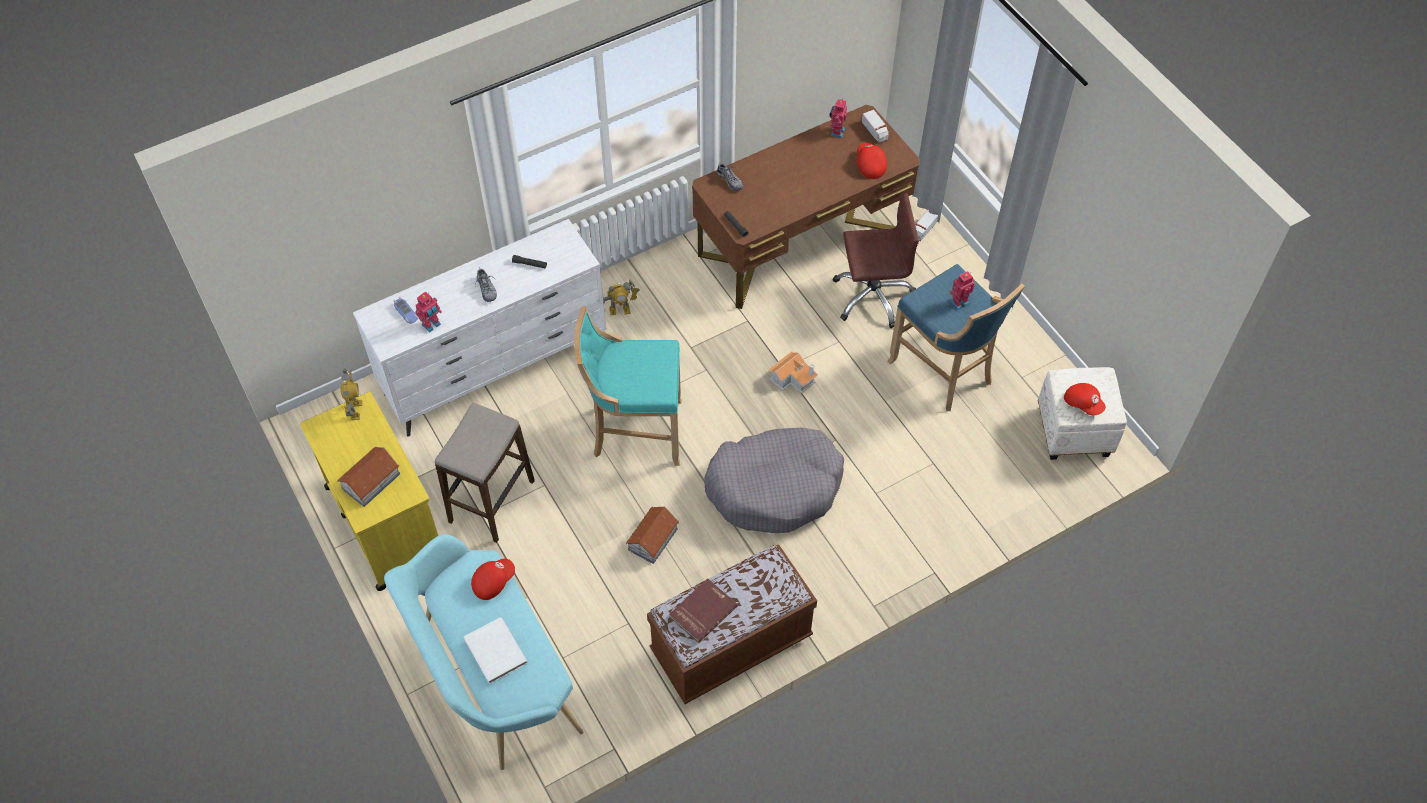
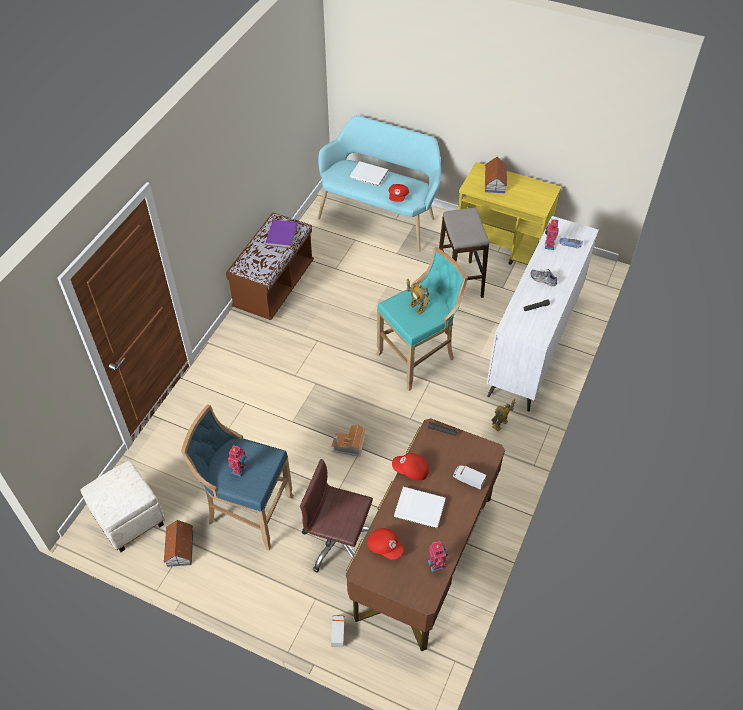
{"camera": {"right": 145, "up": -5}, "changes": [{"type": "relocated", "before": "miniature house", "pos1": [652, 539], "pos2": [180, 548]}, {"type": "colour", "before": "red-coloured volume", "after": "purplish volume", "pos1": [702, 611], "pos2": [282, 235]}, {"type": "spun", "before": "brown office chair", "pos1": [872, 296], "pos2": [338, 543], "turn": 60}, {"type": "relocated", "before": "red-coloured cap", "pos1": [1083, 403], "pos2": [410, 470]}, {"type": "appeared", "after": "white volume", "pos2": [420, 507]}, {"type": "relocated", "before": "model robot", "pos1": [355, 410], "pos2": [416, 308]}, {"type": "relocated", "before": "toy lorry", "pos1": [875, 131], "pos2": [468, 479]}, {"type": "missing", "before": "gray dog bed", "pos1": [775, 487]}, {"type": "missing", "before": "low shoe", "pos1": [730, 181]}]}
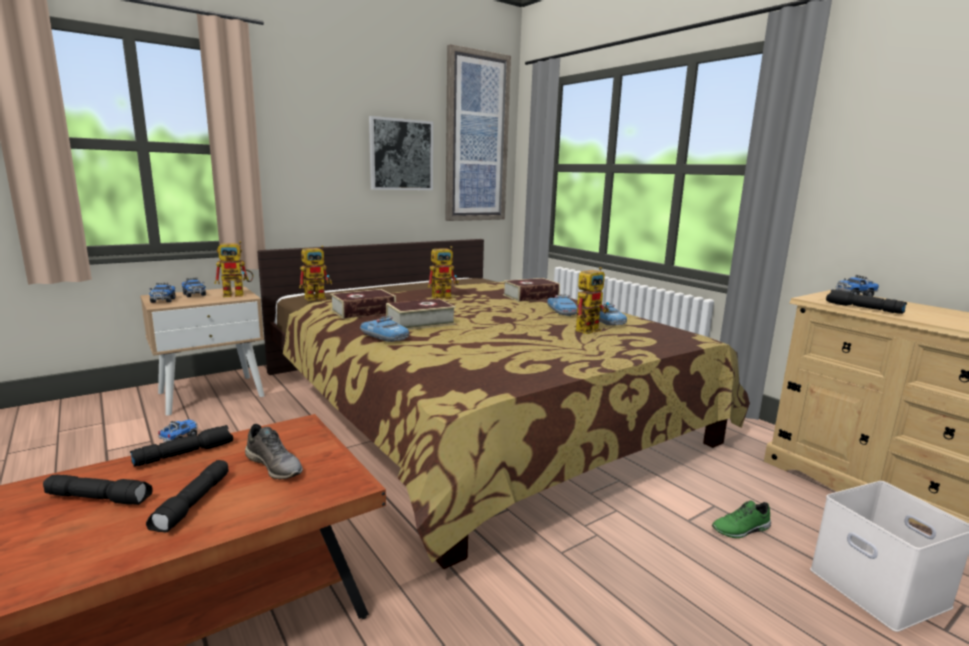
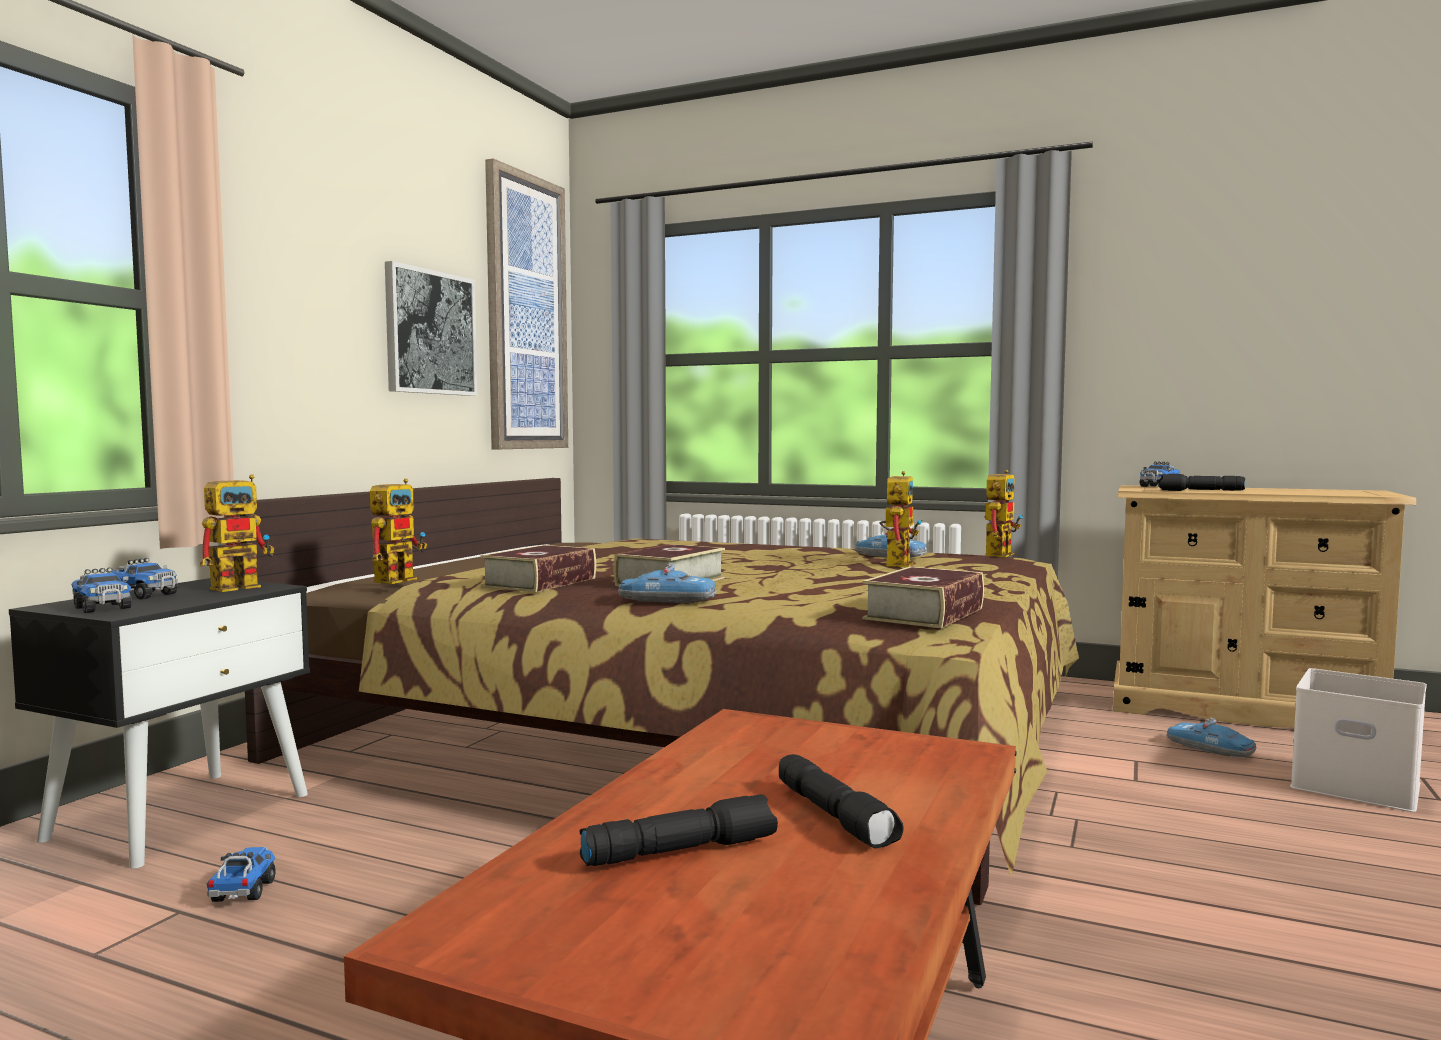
{"camera": {"right": -30, "up": -10}, "changes": [{"type": "colour", "before": "beige-coloured night table", "after": "blackish night table", "pos1": [212, 394], "pos2": [181, 815]}, {"type": "relocated", "before": "volume", "pos1": [530, 296], "pos2": [924, 613]}, {"type": "relocated", "before": "model robot", "pos1": [445, 297], "pos2": [998, 554]}, {"type": "relocated", "before": "model car", "pos1": [562, 311], "pos2": [1210, 748]}, {"type": "missing", "before": "blackish torch", "pos1": [185, 453]}, {"type": "missing", "before": "gray low shoe", "pos1": [275, 466]}, {"type": "missing", "before": "green low shoe", "pos1": [741, 530]}]}
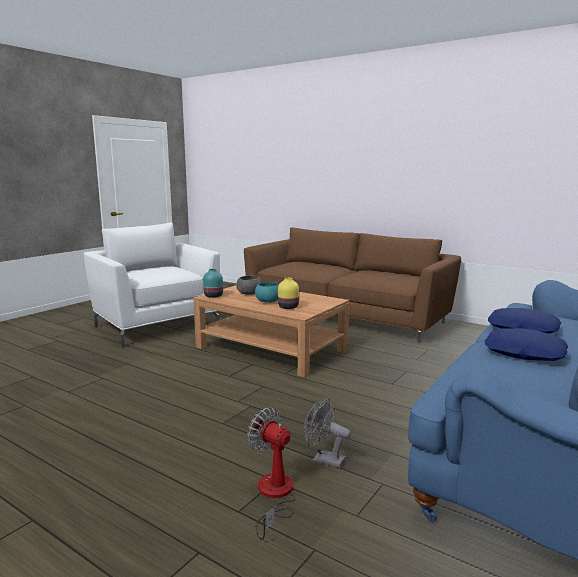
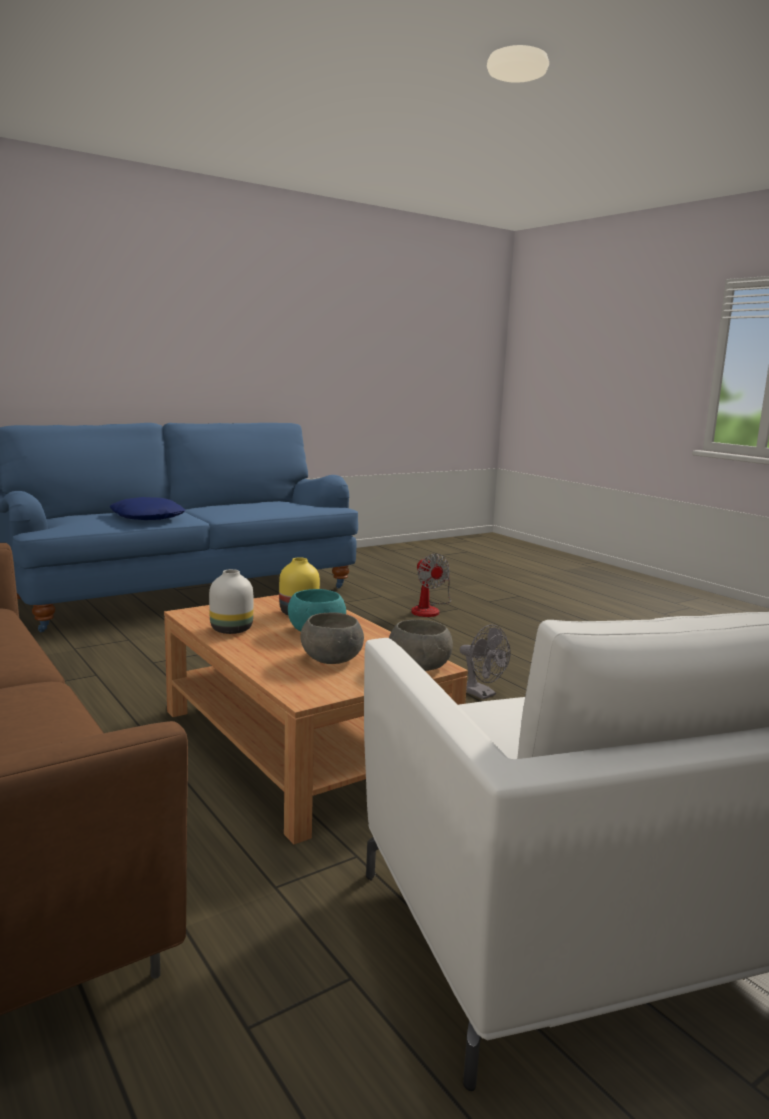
{"camera": {"right": -160, "up": 0}, "changes": [{"type": "appeared", "after": "white decorative vase", "pos2": [231, 630]}, {"type": "exchanged", "before": "turquoise decorative vase", "after": "gray serving bowl", "pos1": [213, 296], "pos2": [420, 666]}, {"type": "relocated", "before": "gray fan", "pos1": [323, 459], "pos2": [481, 694]}, {"type": "missing", "before": "blue throw pillow", "pos1": [524, 353]}]}
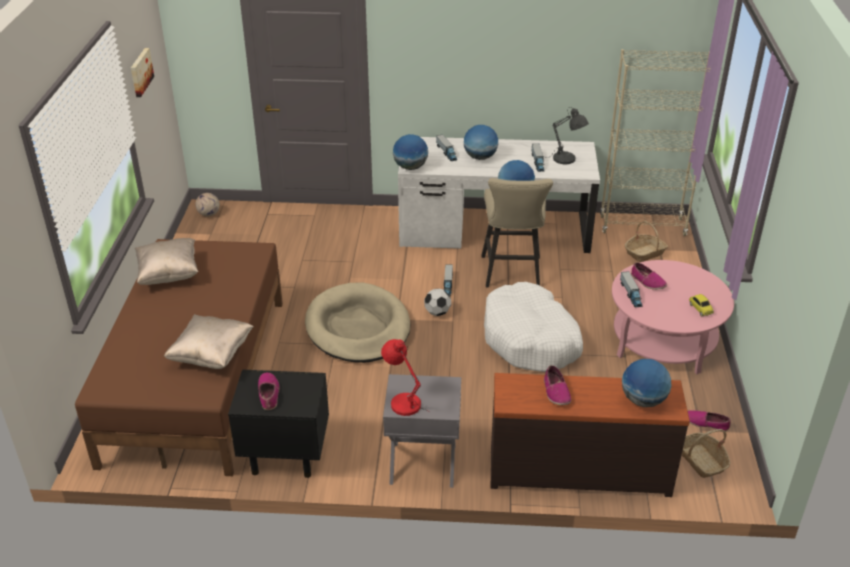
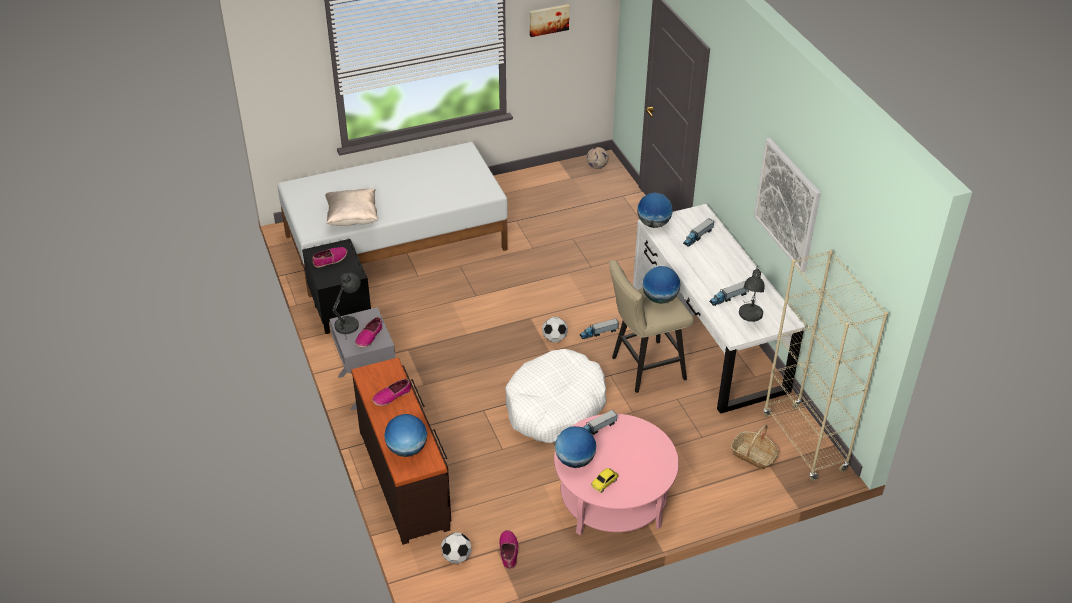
{"camera": {"right": 65, "up": 5}, "changes": [{"type": "colour", "before": "brown bed", "after": "white bed", "pos1": [195, 379], "pos2": [395, 242]}, {"type": "colour", "before": "red-coloured lamp for a table", "after": "gray lamp for a table", "pos1": [403, 402], "pos2": [349, 324]}, {"type": "relocated", "before": "low shoe", "pos1": [647, 281], "pos2": [369, 337]}, {"type": "exchanged", "before": "household basket", "after": "ball for football", "pos1": [701, 461], "pos2": [456, 557]}, {"type": "relocated", "before": "world globe", "pos1": [480, 157], "pos2": [574, 460]}, {"type": "appeared", "after": "picture", "pos2": [787, 204]}, {"type": "missing", "before": "beige-coloured throw pillow", "pos1": [169, 274]}, {"type": "missing", "before": "beige-coloured dog bed", "pos1": [358, 327]}]}
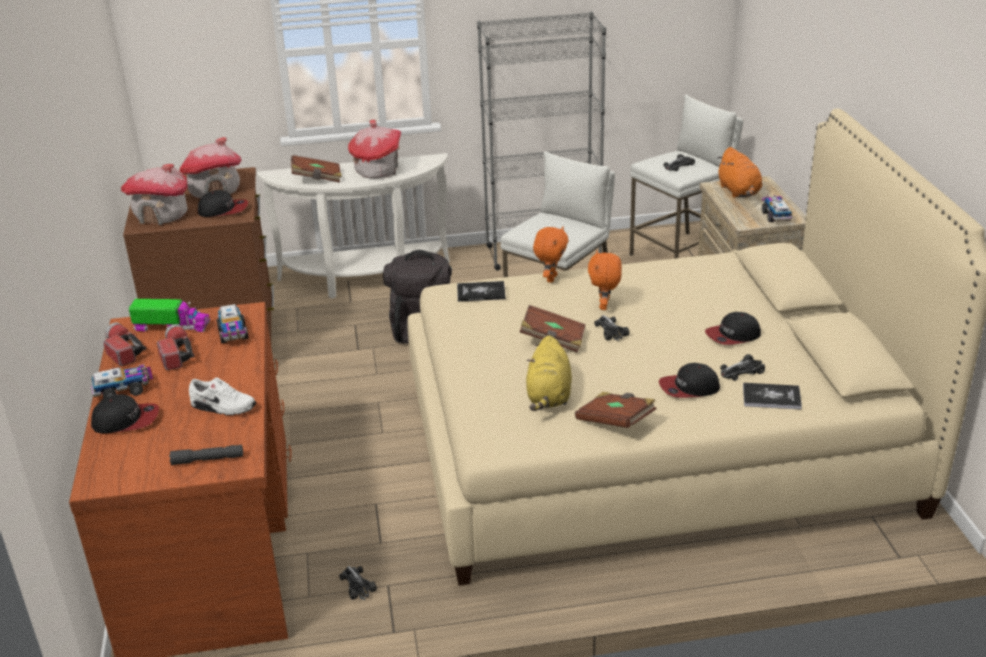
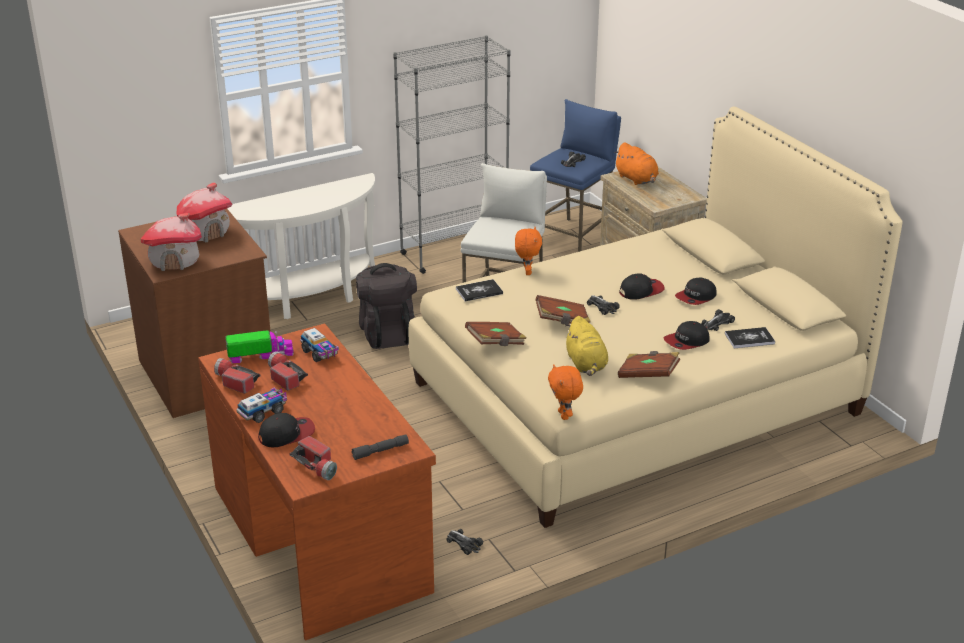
{"camera": {"right": -20, "up": 0}, "changes": [{"type": "appeared", "after": "torch", "pos2": [317, 466]}, {"type": "relocated", "before": "brown volume", "pos1": [317, 179], "pos2": [496, 343]}, {"type": "colour", "before": "white stool seat", "after": "blue stool seat", "pos1": [681, 254], "pos2": [573, 238]}, {"type": "relocated", "before": "orangey soft toy", "pos1": [604, 306], "pos2": [564, 415]}, {"type": "relocated", "before": "cap", "pos1": [223, 210], "pos2": [641, 291]}, {"type": "missing", "before": "white low shoe", "pos1": [223, 407]}, {"type": "missing", "before": "miniature house", "pos1": [377, 170]}, {"type": "missing", "before": "toy lorry", "pos1": [776, 216]}]}
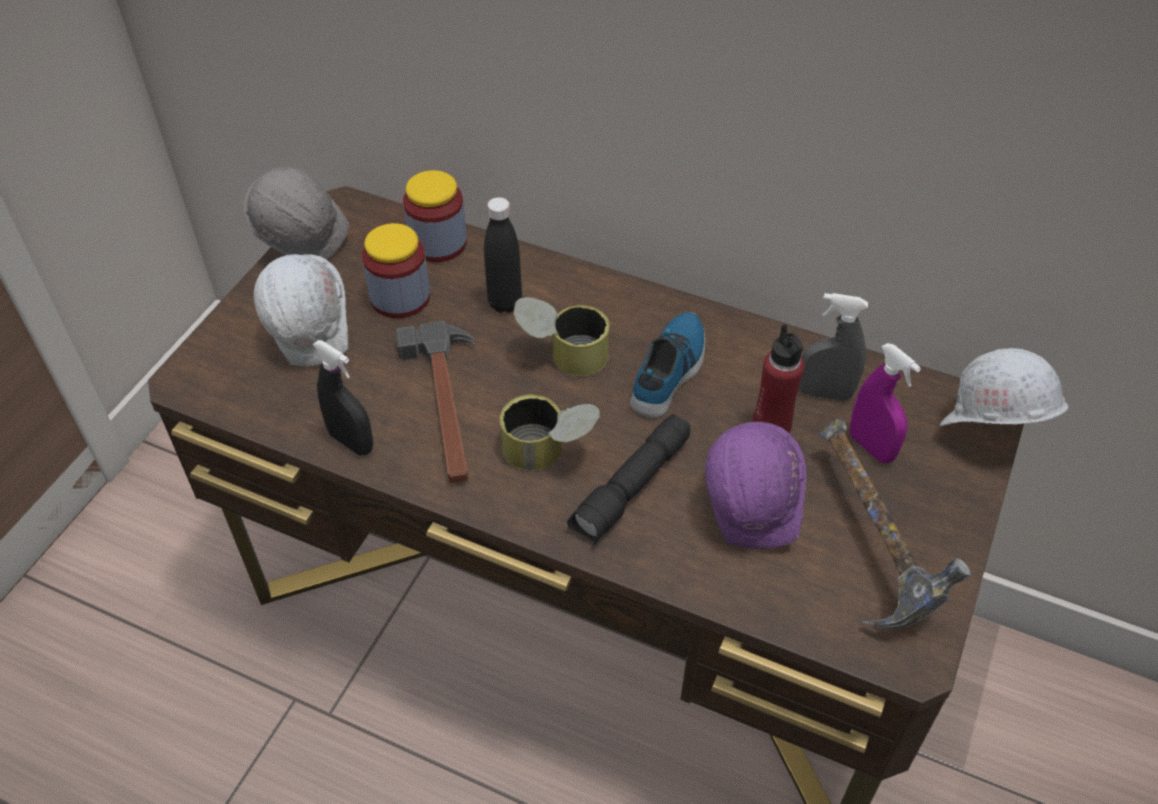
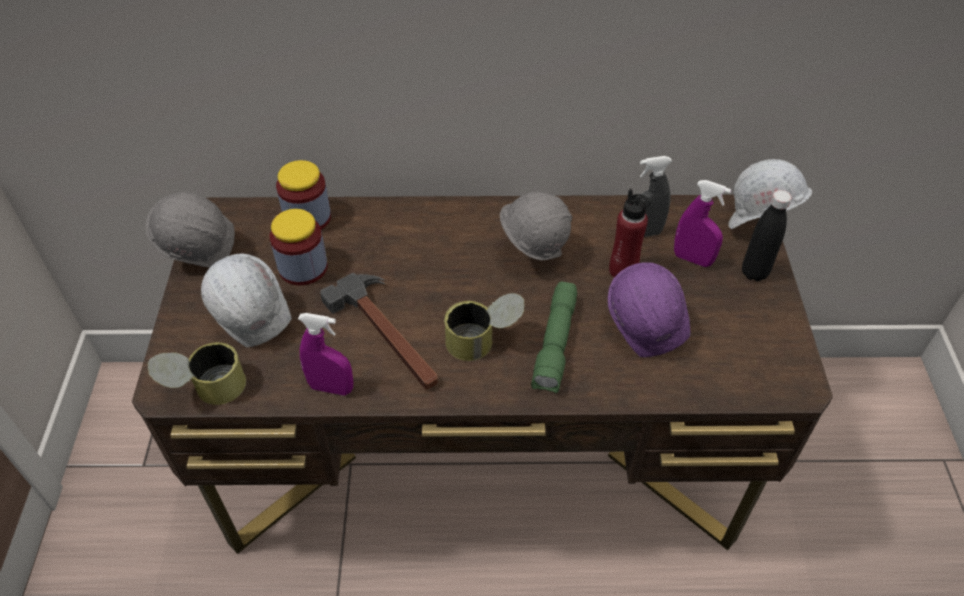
{"camera": {"right": -25, "up": 0}, "changes": [{"type": "relocated", "before": "metal can", "pos1": [562, 355], "pos2": [205, 389]}, {"type": "colour", "before": "blackish sprayer", "after": "purplish sprayer", "pos1": [351, 442], "pos2": [331, 388]}, {"type": "exchanged", "before": "low shoe", "after": "gray hard hat", "pos1": [670, 370], "pos2": [532, 253]}, {"type": "colour", "before": "blackish torch", "after": "green torch", "pos1": [632, 489], "pos2": [556, 345]}, {"type": "relocated", "before": "blackish drink bottle", "pos1": [505, 303], "pos2": [754, 272]}, {"type": "missing", "before": "tool hammer", "pos1": [870, 547]}]}
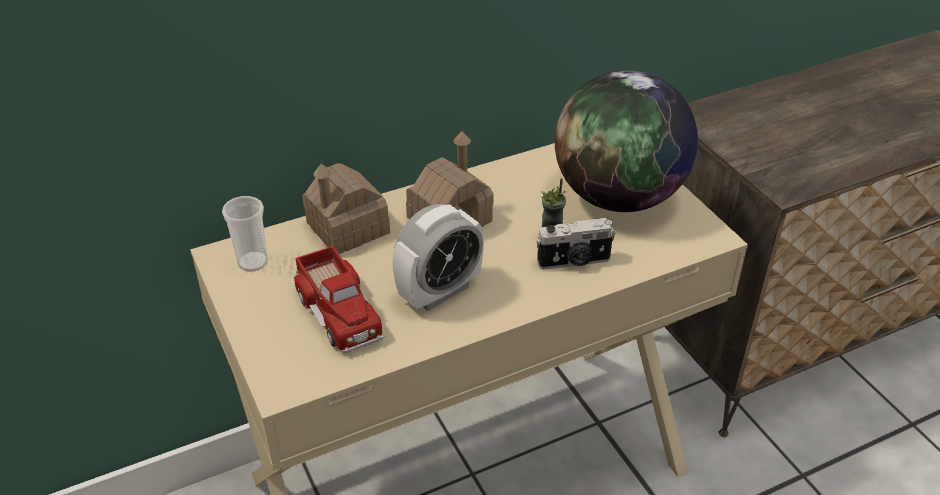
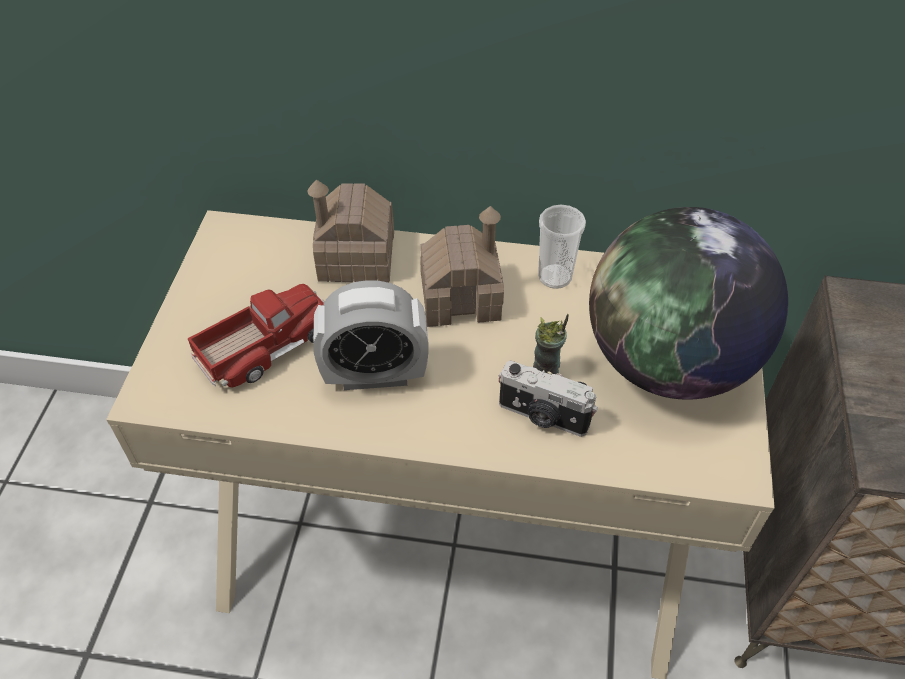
{"camera": {"right": 35, "up": 10}, "changes": [{"type": "spun", "before": "toy lorry", "pos1": [340, 311], "pos2": [267, 345], "turn": -135}, {"type": "relocated", "before": "small cup", "pos1": [253, 262], "pos2": [555, 277]}]}
